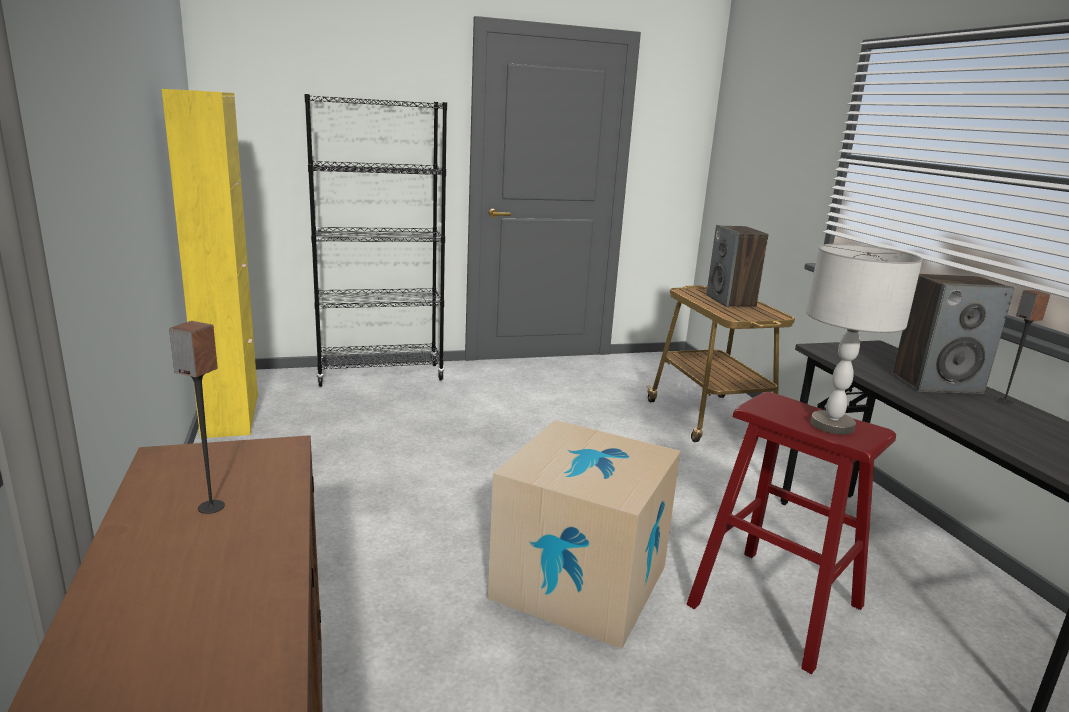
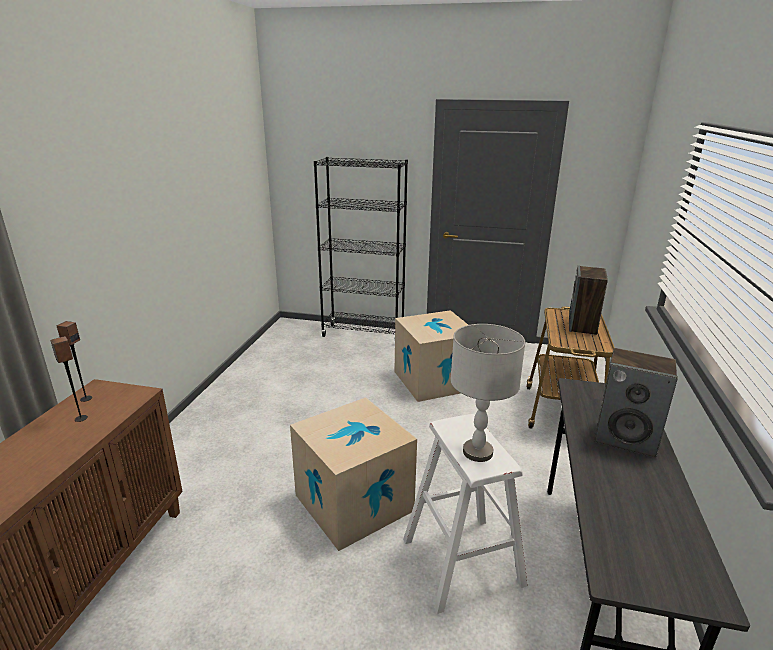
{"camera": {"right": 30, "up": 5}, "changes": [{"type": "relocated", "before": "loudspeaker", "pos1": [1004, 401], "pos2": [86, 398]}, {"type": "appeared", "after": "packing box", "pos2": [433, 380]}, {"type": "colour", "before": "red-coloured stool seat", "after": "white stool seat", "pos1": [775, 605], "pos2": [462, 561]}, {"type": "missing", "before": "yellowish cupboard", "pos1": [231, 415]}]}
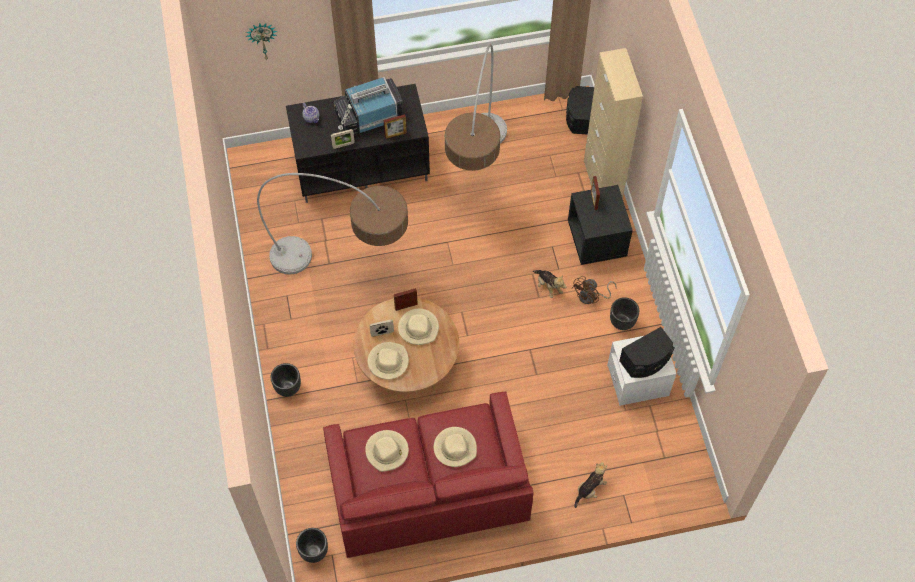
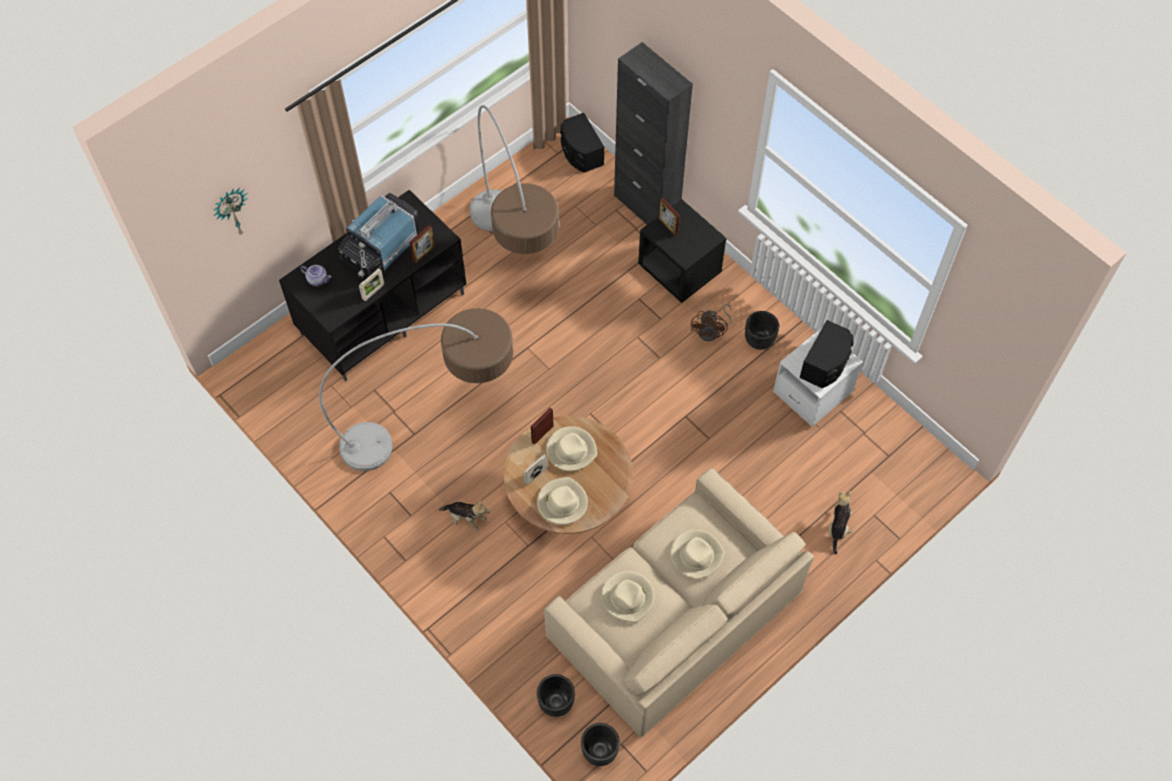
{"camera": {"right": -30, "up": 0}, "changes": [{"type": "relocated", "before": "soft toy", "pos1": [548, 286], "pos2": [466, 518]}, {"type": "relocated", "before": "blackish plant pot", "pos1": [287, 387], "pos2": [555, 703]}, {"type": "colour", "before": "red-coloured settee", "after": "beige-coloured settee", "pos1": [427, 487], "pos2": [674, 616]}, {"type": "colour", "before": "beige-coloured cupboard", "after": "blackish cupboard", "pos1": [602, 181], "pos2": [646, 207]}]}
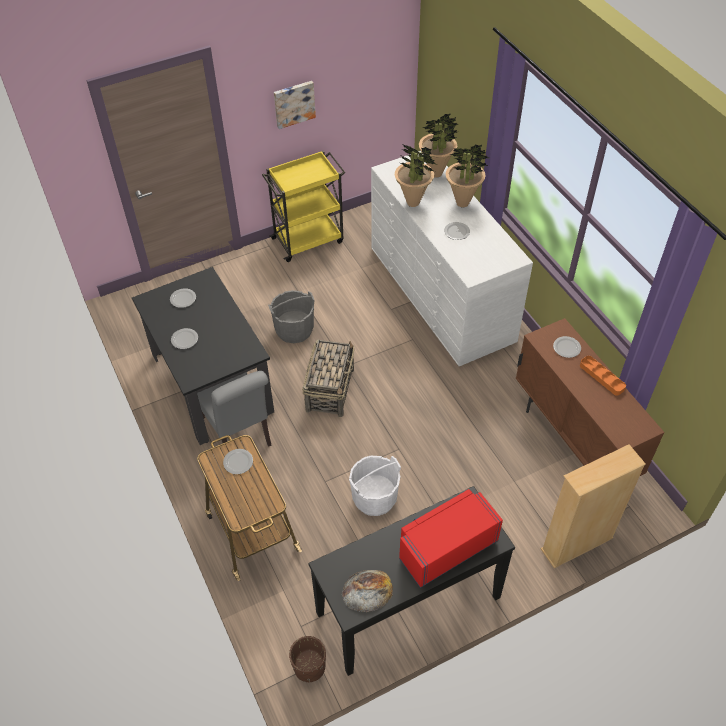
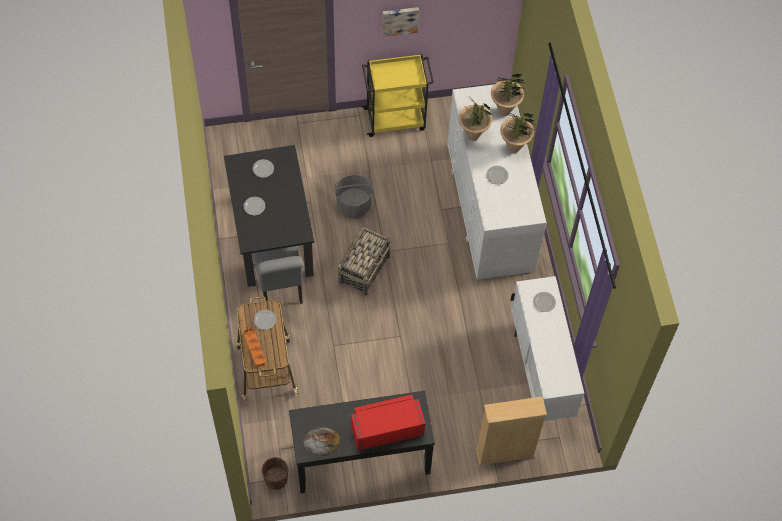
{"camera": {"right": 15, "up": 10}, "changes": [{"type": "relocated", "before": "orangey serving tray", "pos1": [601, 377], "pos2": [254, 348]}, {"type": "colour", "before": "brown cupboard", "after": "white cupboard", "pos1": [572, 441], "pos2": [540, 372]}, {"type": "missing", "before": "white pail", "pos1": [374, 498]}]}
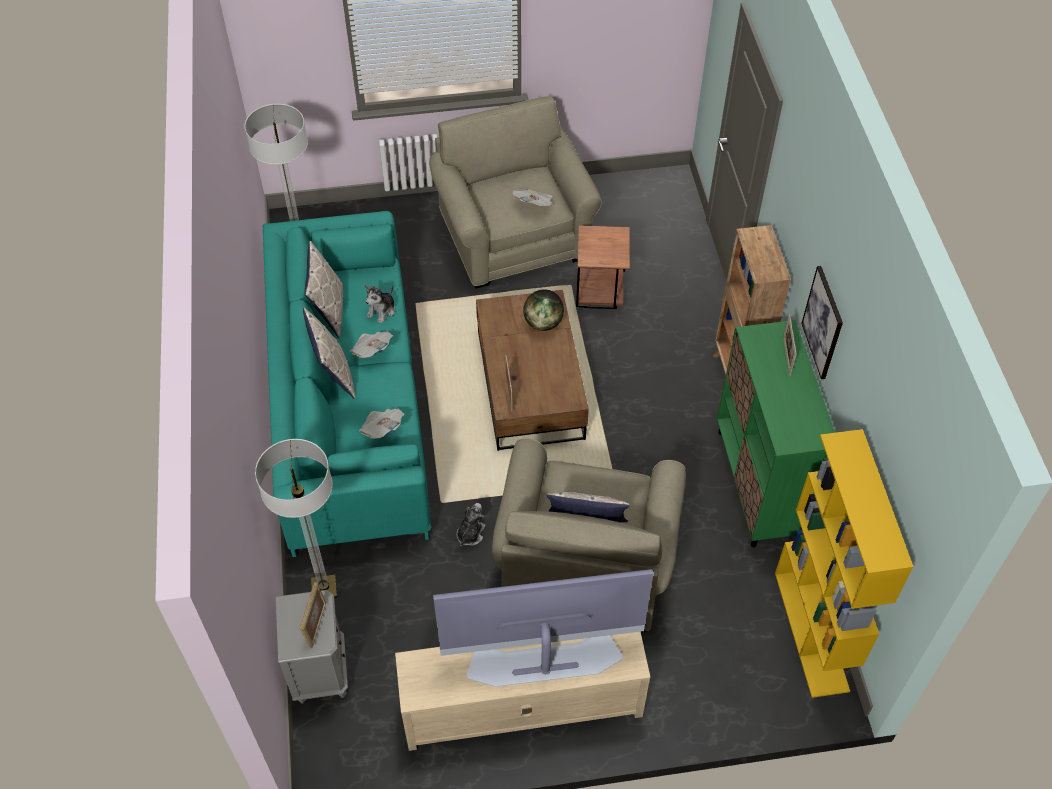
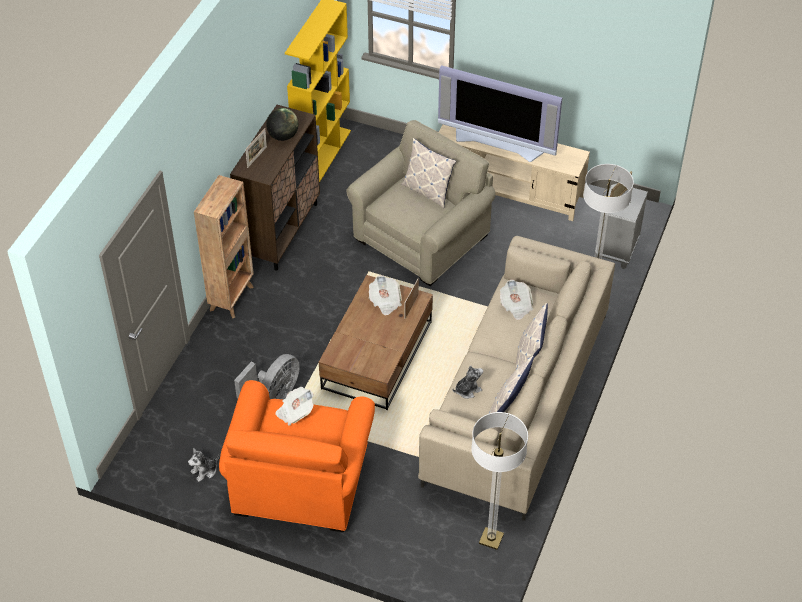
{"camera": {"right": -150, "up": -5}, "changes": [{"type": "relocated", "before": "soft toy", "pos1": [470, 533], "pos2": [205, 471]}, {"type": "colour", "before": "beige-coloured easy chair", "after": "orangey easy chair", "pos1": [514, 235], "pos2": [300, 480]}, {"type": "colour", "before": "green cupboard", "after": "brown cupboard", "pos1": [759, 484], "pos2": [281, 231]}, {"type": "exchanged", "before": "brown end table", "after": "gray fan", "pos1": [601, 296], "pos2": [274, 396]}, {"type": "relocated", "before": "world globe", "pos1": [543, 323], "pos2": [283, 136]}, {"type": "relocated", "before": "printed paper", "pos1": [372, 350], "pos2": [385, 301]}, {"type": "colour", "before": "turquoise settee", "after": "beige-coloured settee", "pos1": [349, 406], "pos2": [516, 398]}, {"type": "missing", "before": "picture", "pos1": [823, 323]}]}
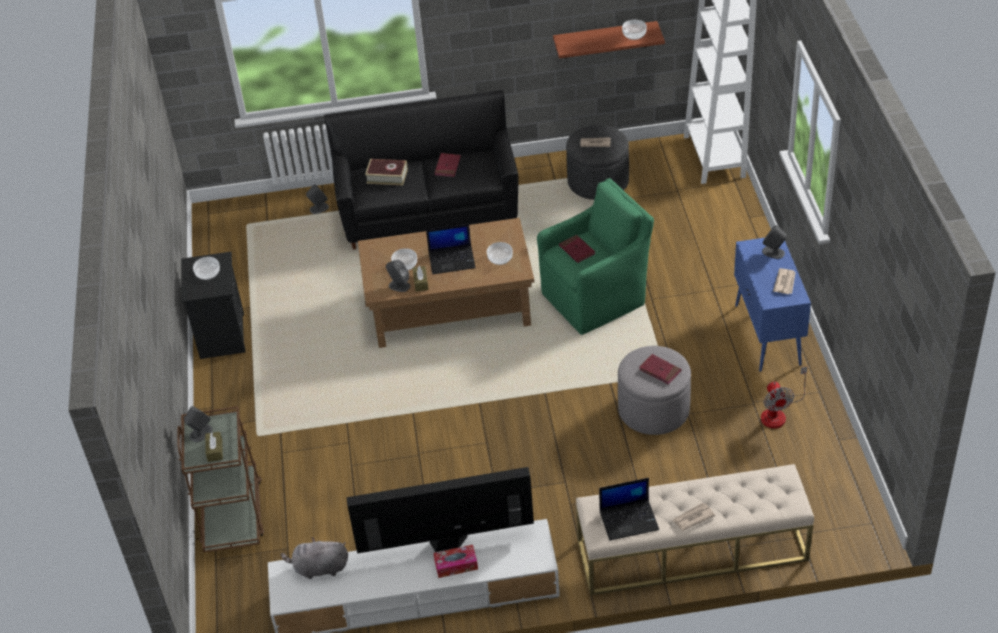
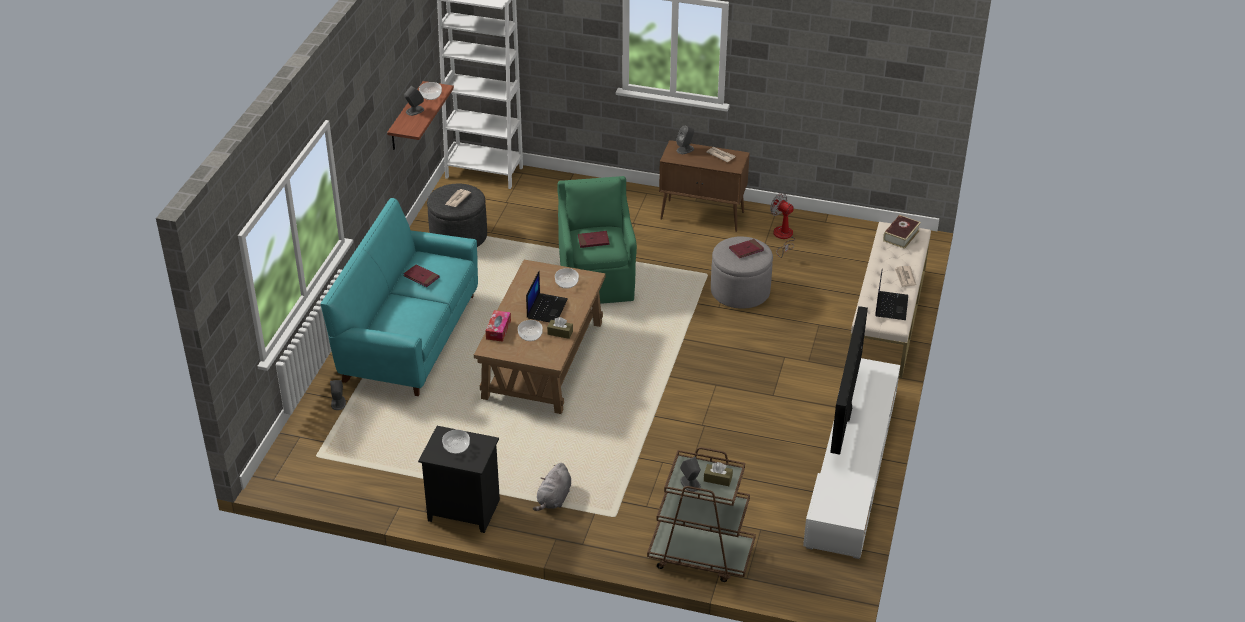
{"camera": {"right": -70, "up": -5}, "changes": [{"type": "colour", "before": "blackish settee", "after": "turquoise settee", "pos1": [429, 212], "pos2": [409, 337]}, {"type": "relocated", "before": "gray loudspeaker", "pos1": [399, 285], "pos2": [414, 111]}, {"type": "relocated", "before": "tissue holder", "pos1": [456, 565], "pos2": [498, 330]}, {"type": "relocated", "before": "gray soft toy", "pos1": [319, 568], "pos2": [554, 499]}, {"type": "colour", "before": "blue cupboard", "after": "brown cupboard", "pos1": [768, 335], "pos2": [703, 216]}, {"type": "spun", "before": "fan", "pos1": [778, 413], "pos2": [783, 238], "turn": -150}, {"type": "relocated", "before": "volume", "pos1": [387, 176], "pos2": [901, 236]}]}
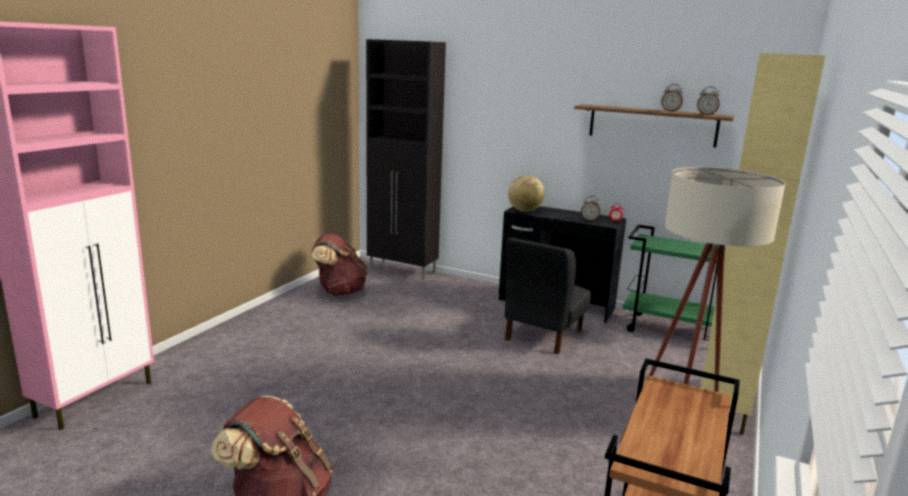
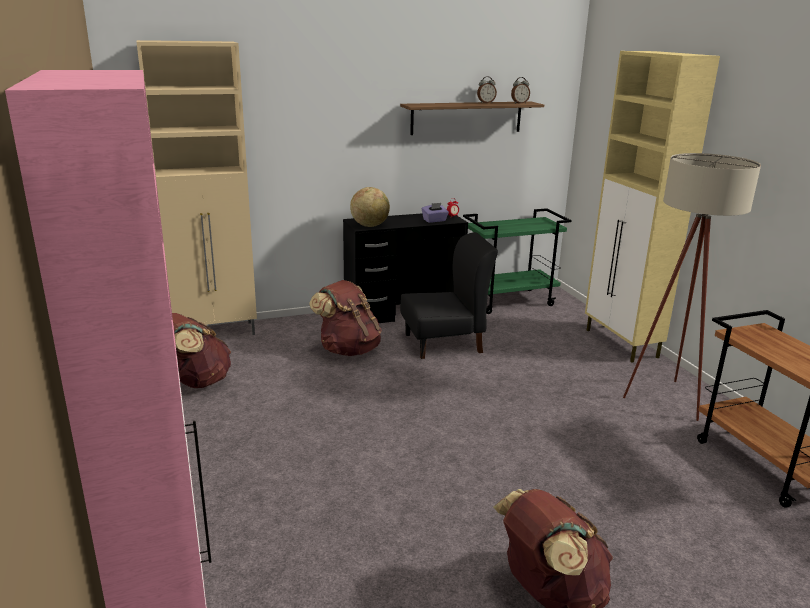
{"camera": {"right": -45, "up": 5}, "changes": [{"type": "colour", "before": "blackish cupboard", "after": "beige-coloured cupboard", "pos1": [403, 271], "pos2": [216, 333]}, {"type": "appeared", "after": "brown knapsack", "pos2": [348, 349]}, {"type": "spun", "before": "blackish upright chair", "pos1": [542, 335], "pos2": [444, 343], "turn": -90}, {"type": "exchanged", "before": "bedside clock", "after": "purplish tissue holder", "pos1": [589, 220], "pos2": [434, 220]}]}
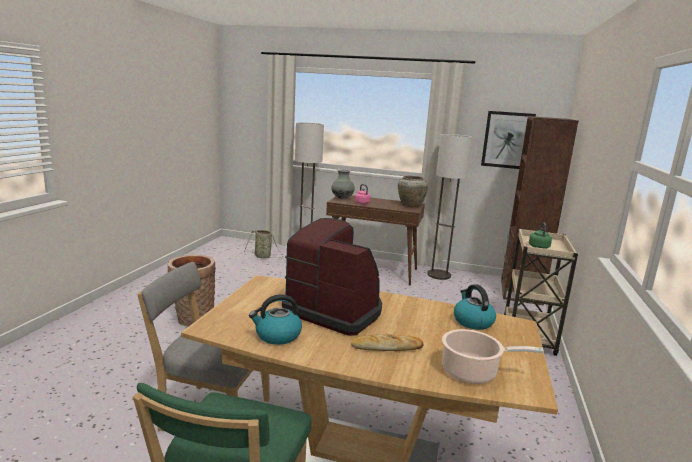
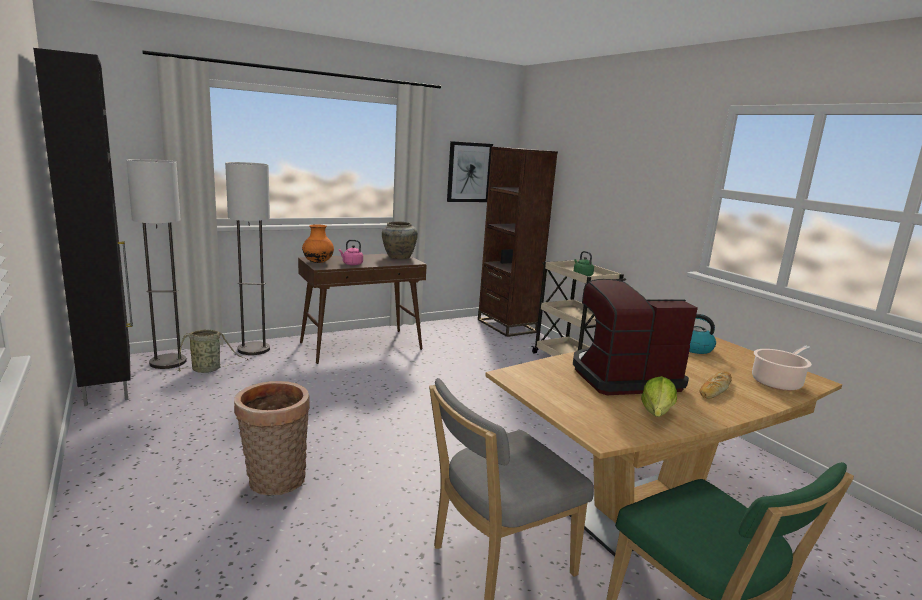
{"camera": {"right": -45, "up": 0}, "changes": [{"type": "appeared", "after": "blackish cupboard", "pos2": [108, 384]}, {"type": "relocated", "before": "standing lamp", "pos1": [439, 275], "pos2": [168, 362]}, {"type": "colour", "before": "gray decorative vase", "after": "orangey decorative vase", "pos1": [342, 198], "pos2": [318, 262]}, {"type": "exchanged", "before": "kettle", "after": "lettuce", "pos1": [277, 336], "pos2": [655, 416]}]}
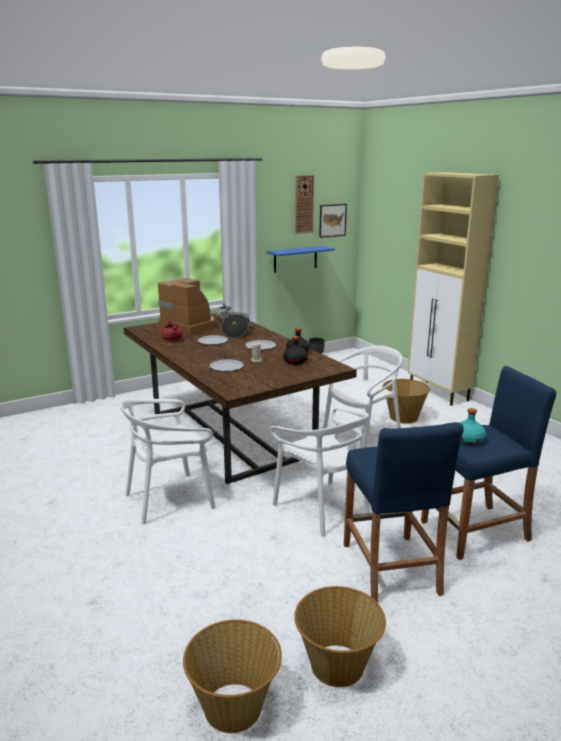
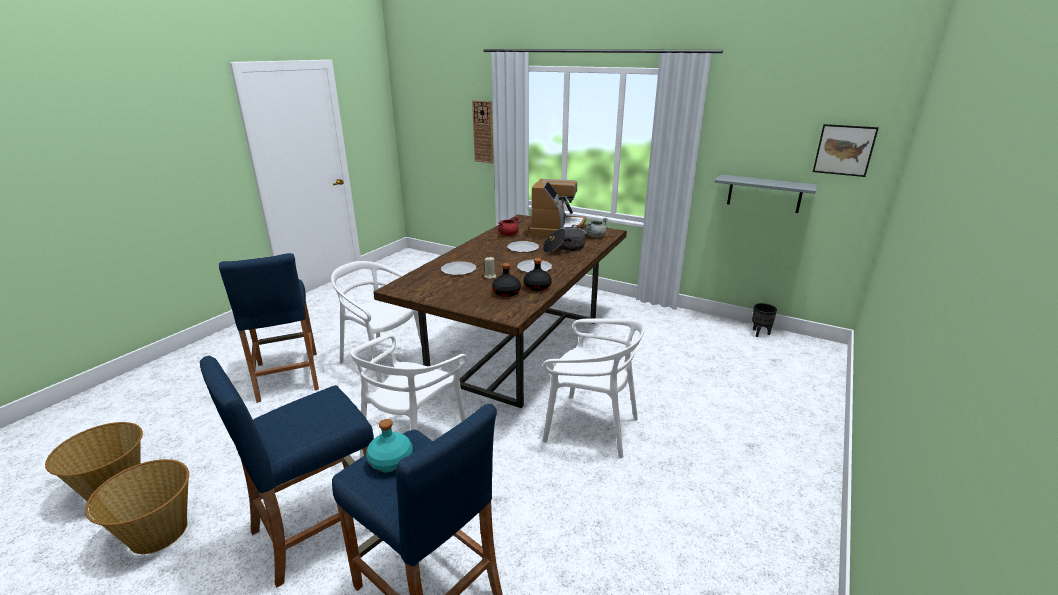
{"camera": {"right": 60, "up": 5}, "changes": [{"type": "appeared", "after": "blue stool seat", "pos2": [287, 376]}, {"type": "relocated", "before": "wall clock", "pos1": [304, 204], "pos2": [483, 132]}, {"type": "colour", "before": "blue shelf", "after": "gray shelf", "pos1": [295, 259], "pos2": [764, 193]}, {"type": "missing", "before": "household basket", "pos1": [403, 417]}, {"type": "missing", "before": "beige-coloured cupboard", "pos1": [439, 393]}]}
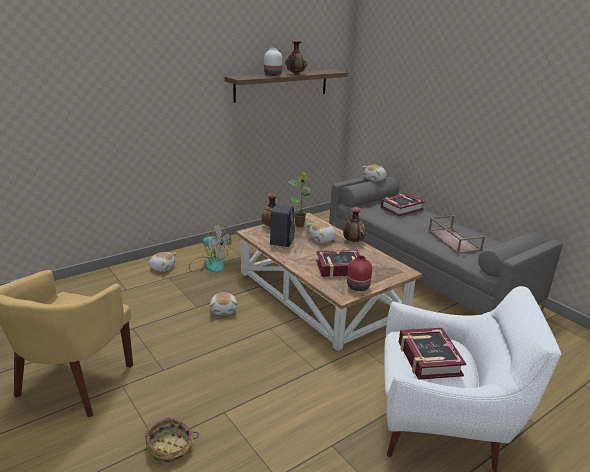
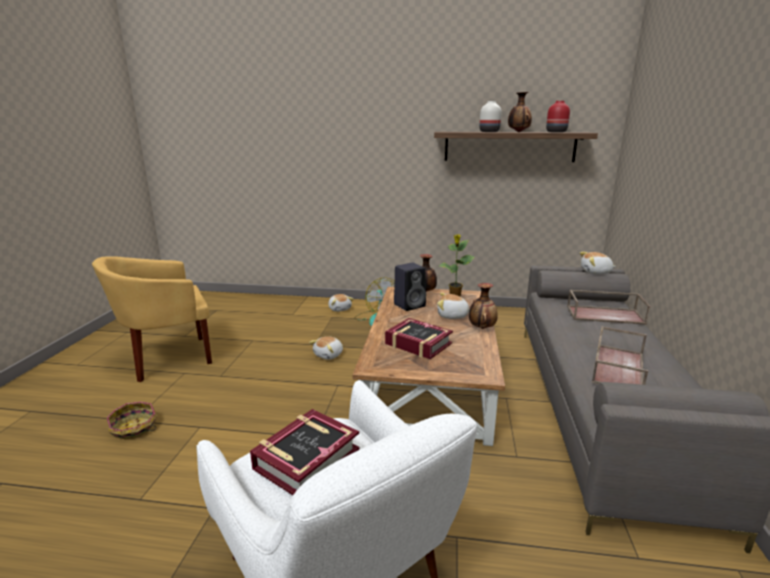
{"camera": {"right": 45, "up": -5}, "changes": [{"type": "relocated", "before": "red-coloured decorative vase", "pos1": [358, 286], "pos2": [557, 132]}, {"type": "exchanged", "before": "volume", "after": "brown serving tray", "pos1": [401, 208], "pos2": [605, 314]}]}
